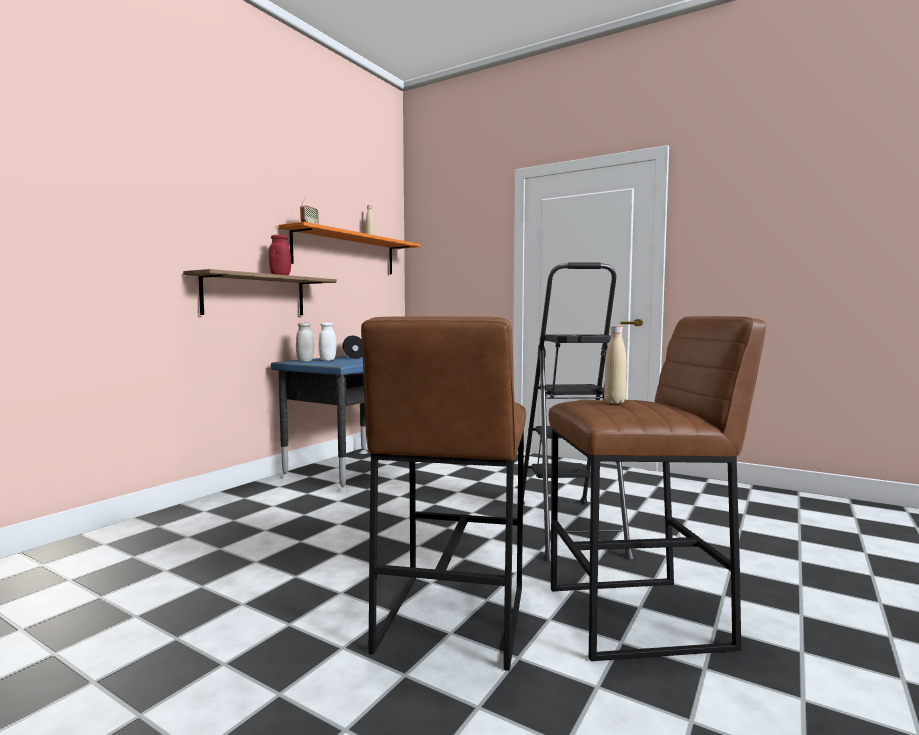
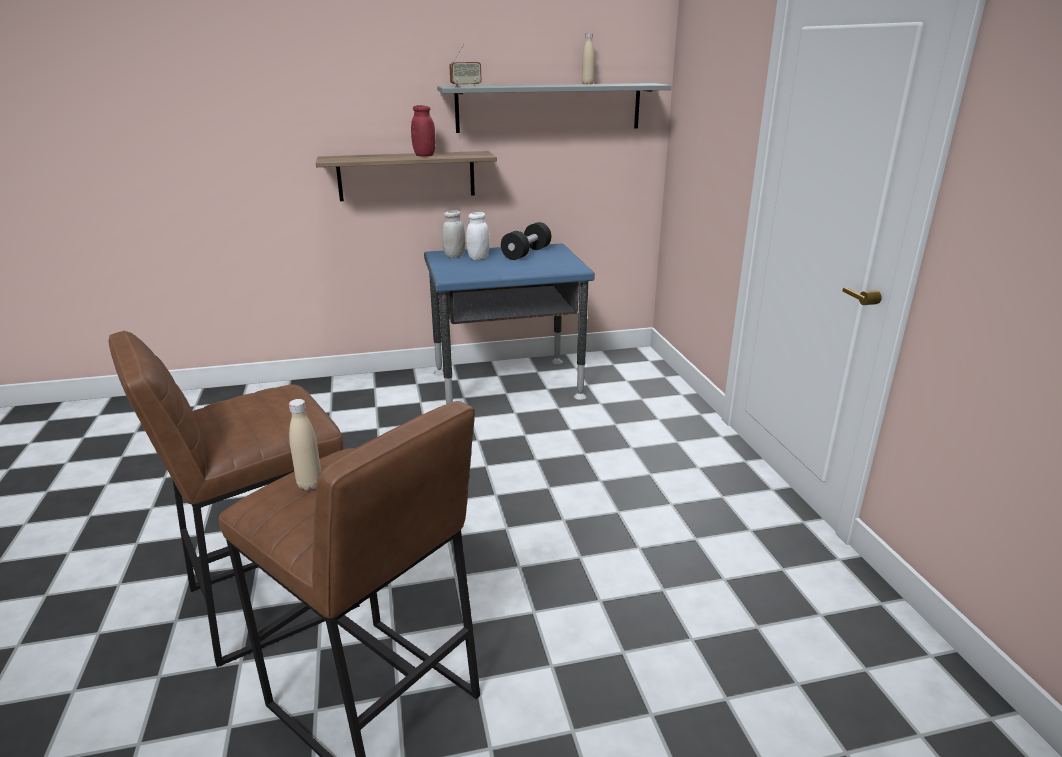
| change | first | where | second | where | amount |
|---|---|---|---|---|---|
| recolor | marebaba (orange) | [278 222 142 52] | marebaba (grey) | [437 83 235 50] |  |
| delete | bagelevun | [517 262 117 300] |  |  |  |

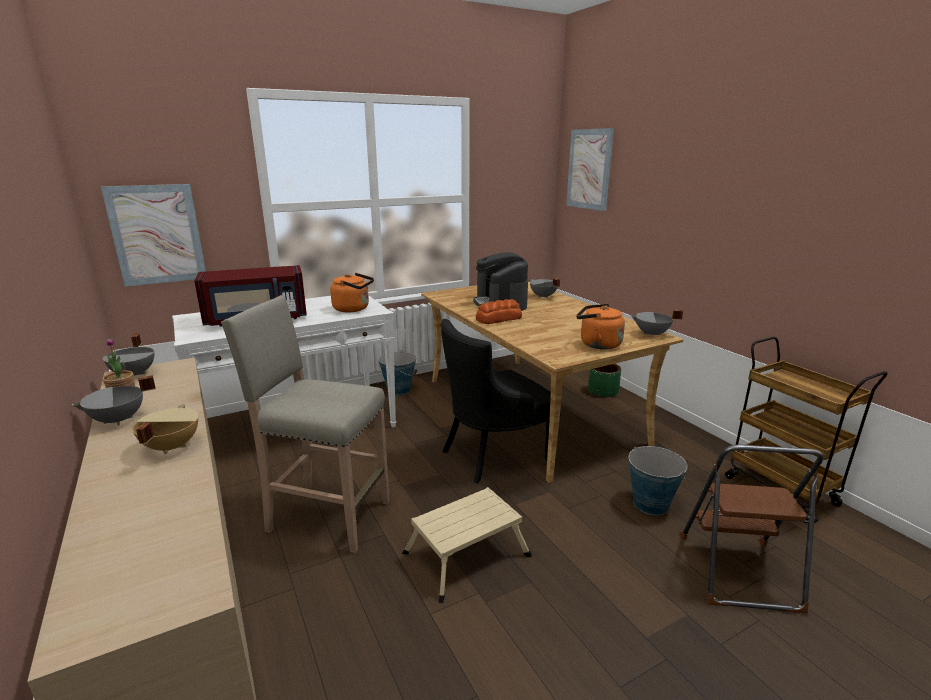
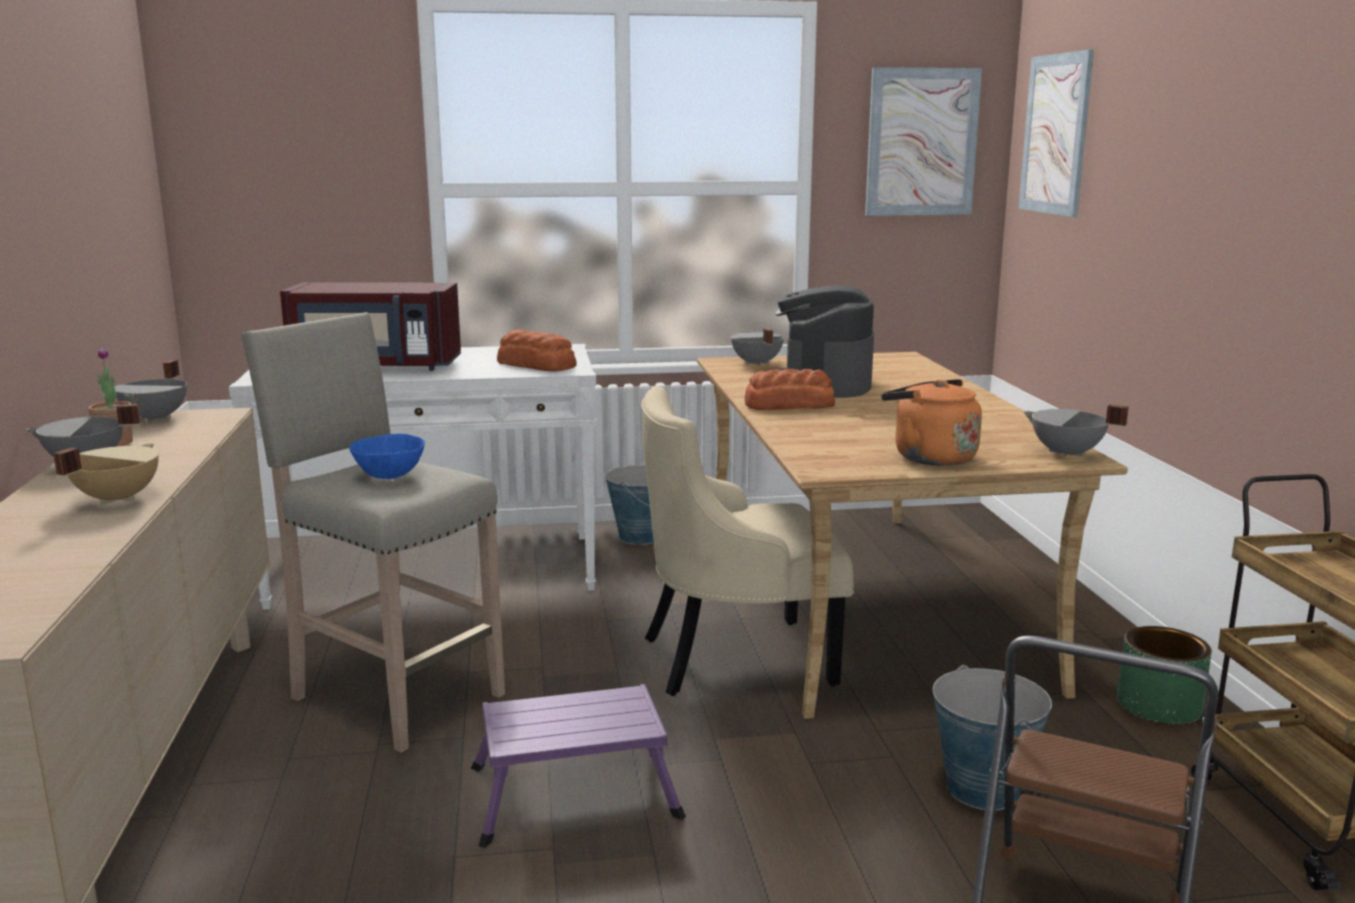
| change | first | where | second | where | amount |
|---|---|---|---|---|---|
| move | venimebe | [101 184 105 102] |  | [865 67 117 149] |  |
| replace | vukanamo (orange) | [330 273 44 39] | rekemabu | [497 330 80 42] |  |
| recolor | bagelevun (beige) | [402 487 130 116] | bagelevun (purple) | [471 684 215 164] |  |
| recolor | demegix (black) | [441 319 120 164] | demegix (beige) | [641 386 213 310] |  |
| move | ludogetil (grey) | [530 278 30 20] |  | [731 328 53 38] |  |
| move | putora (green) | [588 364 33 33] |  | [1117 626 95 99] |  |
| insert |  |  | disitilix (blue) | [349 434 76 45] |  |

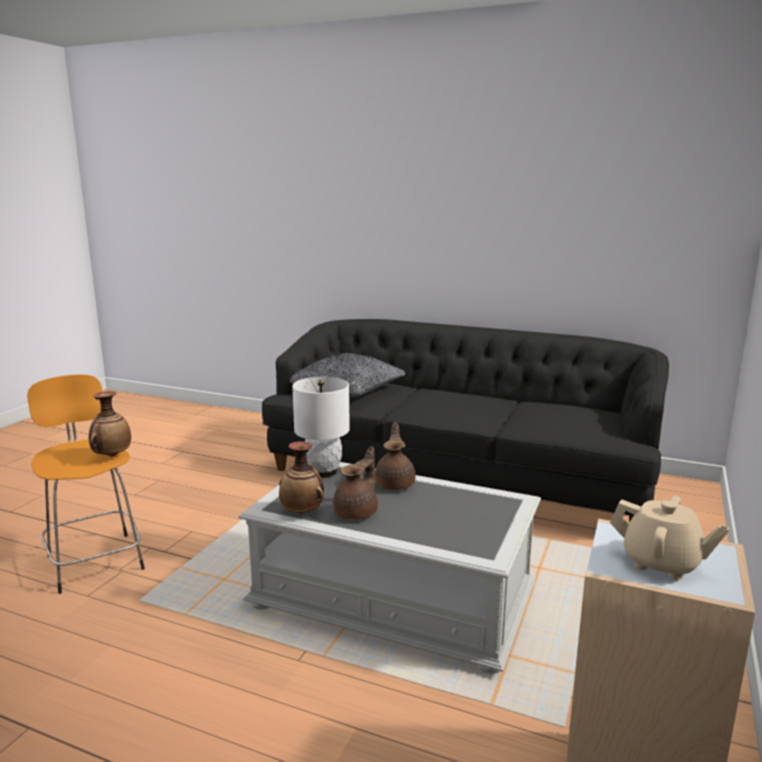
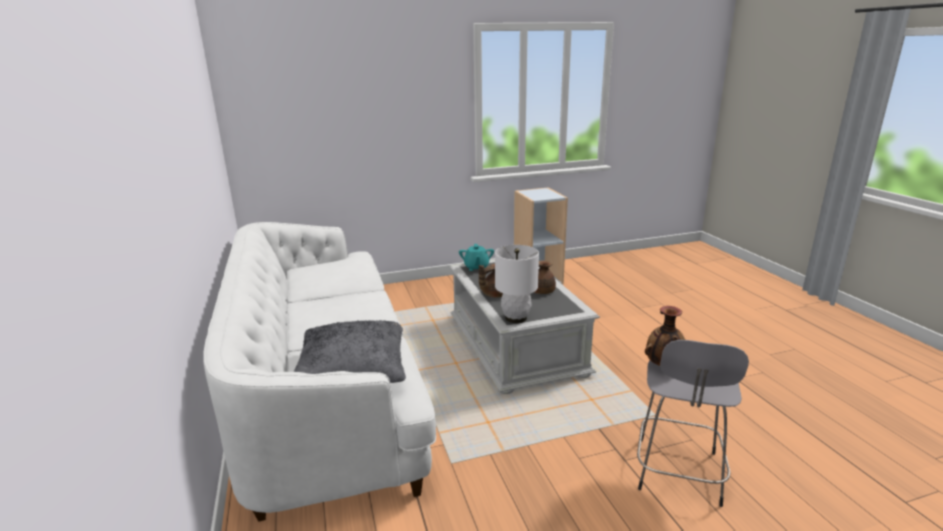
| change | first | where | second | where | amount |
|---|---|---|---|---|---|
| recolor | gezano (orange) | [27 374 118 220] | gezano (grey) | [637 340 112 167] |  |
| recolor | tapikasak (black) | [262 319 407 204] | tapikasak (white) | [203 222 233 300] |  |
| delete | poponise | [279 442 45 72] |  |  |  |
| delete | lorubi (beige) | [610 496 119 84] |  |  |  |
| insert |  |  | lorubi (turquoise) | [459 244 35 27] |  |

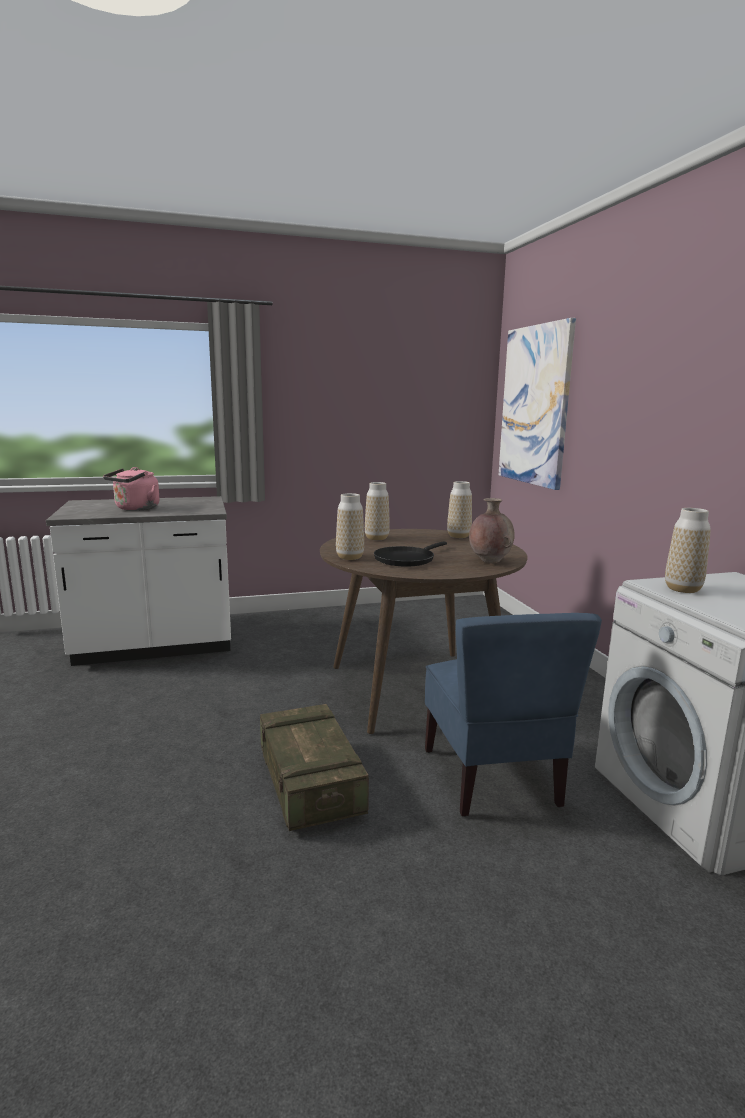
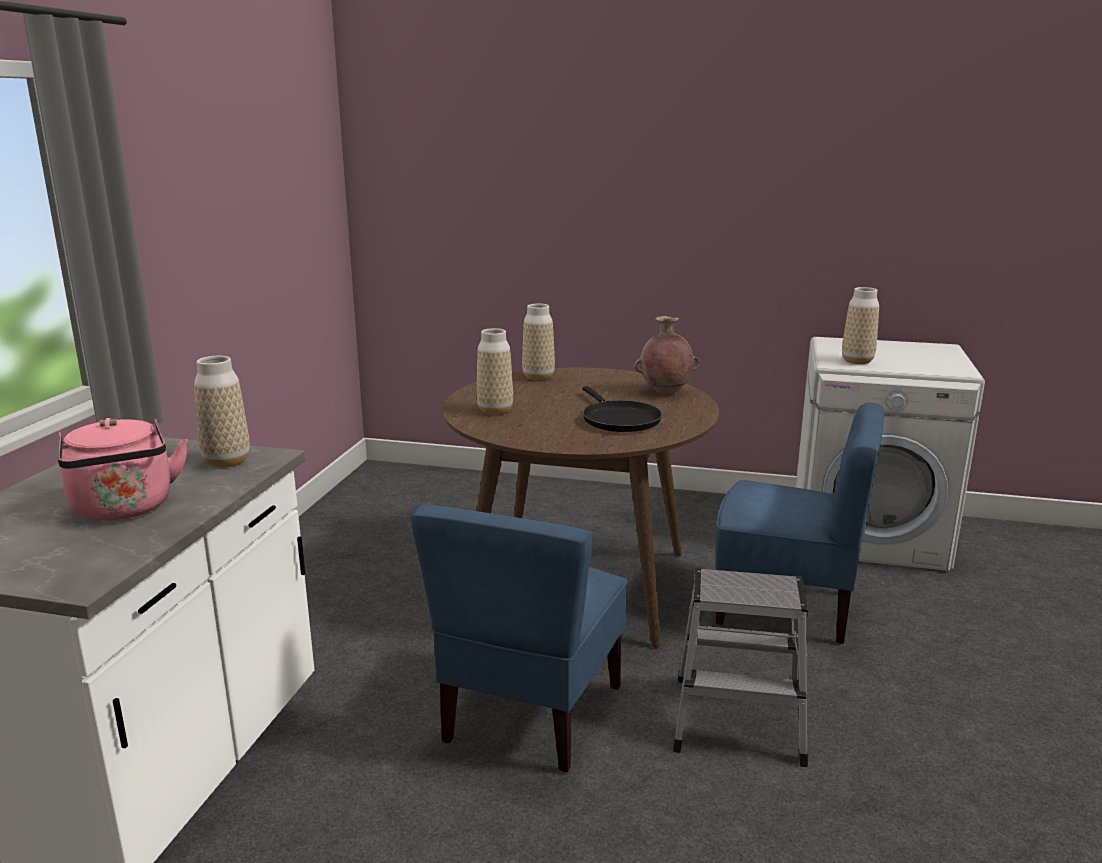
| change | first | where | second | where | amount |
|---|---|---|---|---|---|
| replace | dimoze | [260 704 109 127] | bagelevun (grey) | [673 567 135 200] |  |
| move | poponise | [336 493 28 67] |  | [194 356 56 112] |  |
| delete | venimebe | [498 318 78 172] |  |  |  |
| insert |  |  | demegix (blue) | [411 505 217 267] |  |

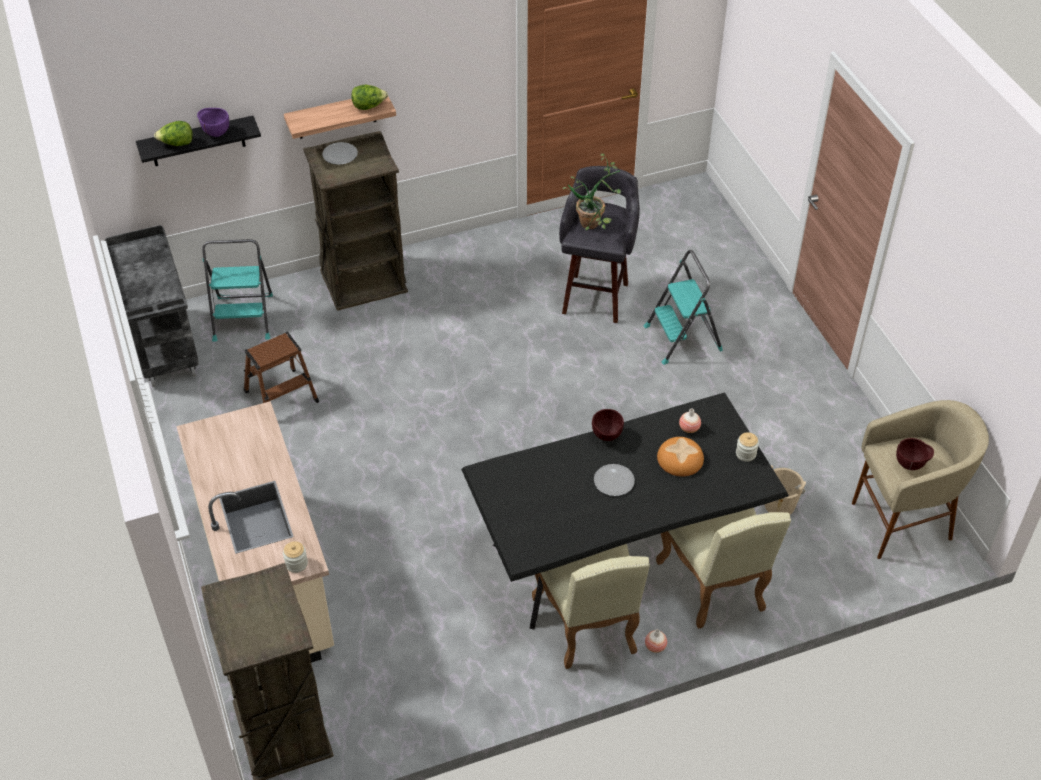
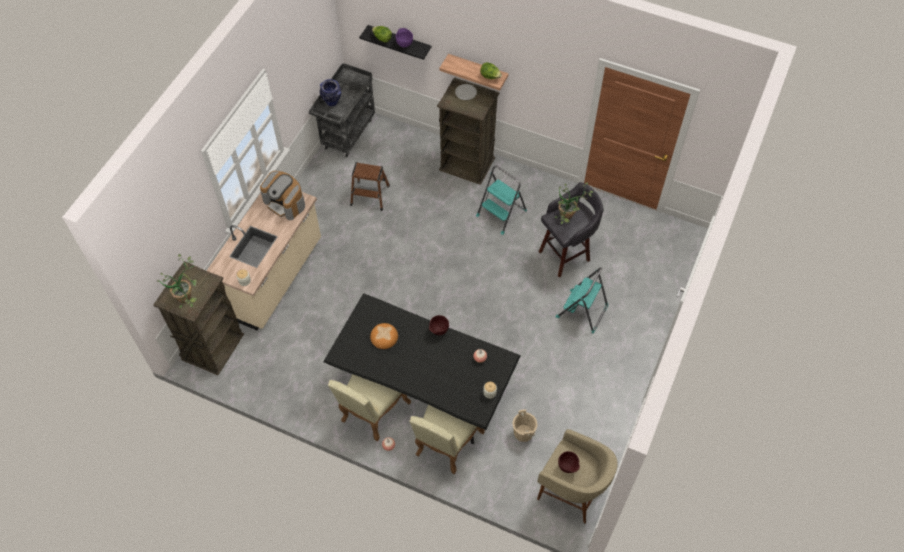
| change | first | where | second | where | amount |
|---|---|---|---|---|---|
| move | bagelevun (turquoise) | [202 239 71 103] |  | [476 166 51 69] |  |
| delete | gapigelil | [594 464 41 32] |  |  |  |
| move | rekemabu | [657 437 47 40] |  | [370 323 28 26] |  |
| insert |  |  | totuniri | [157 254 40 54] |  |
| insert |  |  | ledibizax | [260 171 45 49] |  |
| insert |  |  | poponise | [320 79 21 28] |  |

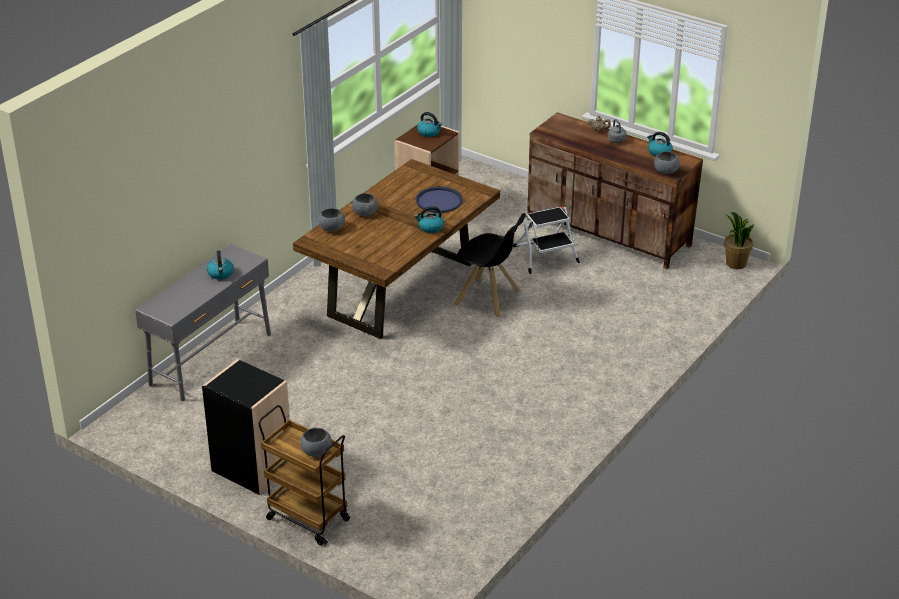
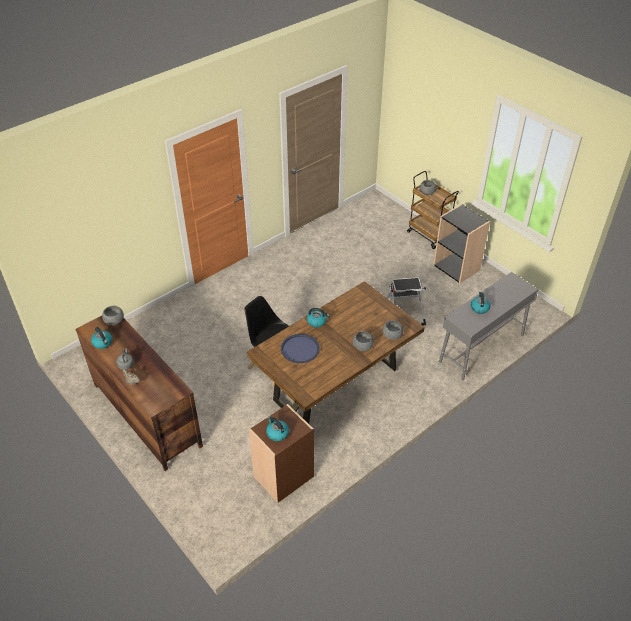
| change | first | where | second | where | amount |
|---|---|---|---|---|---|
| move | bagelevun | [513 205 67 69] |  | [386 277 40 48] |  |
| delete | totuniri | [724 212 30 57] |  |  |  |

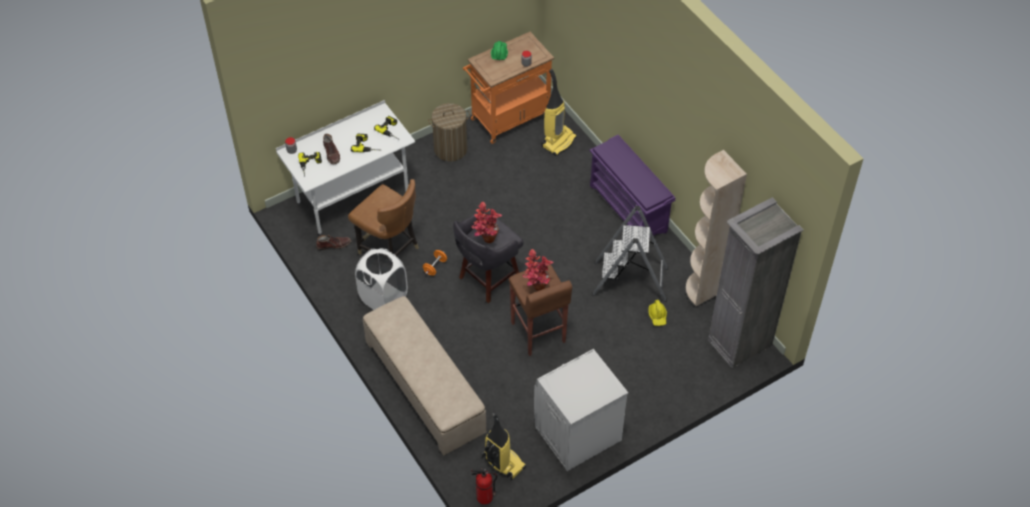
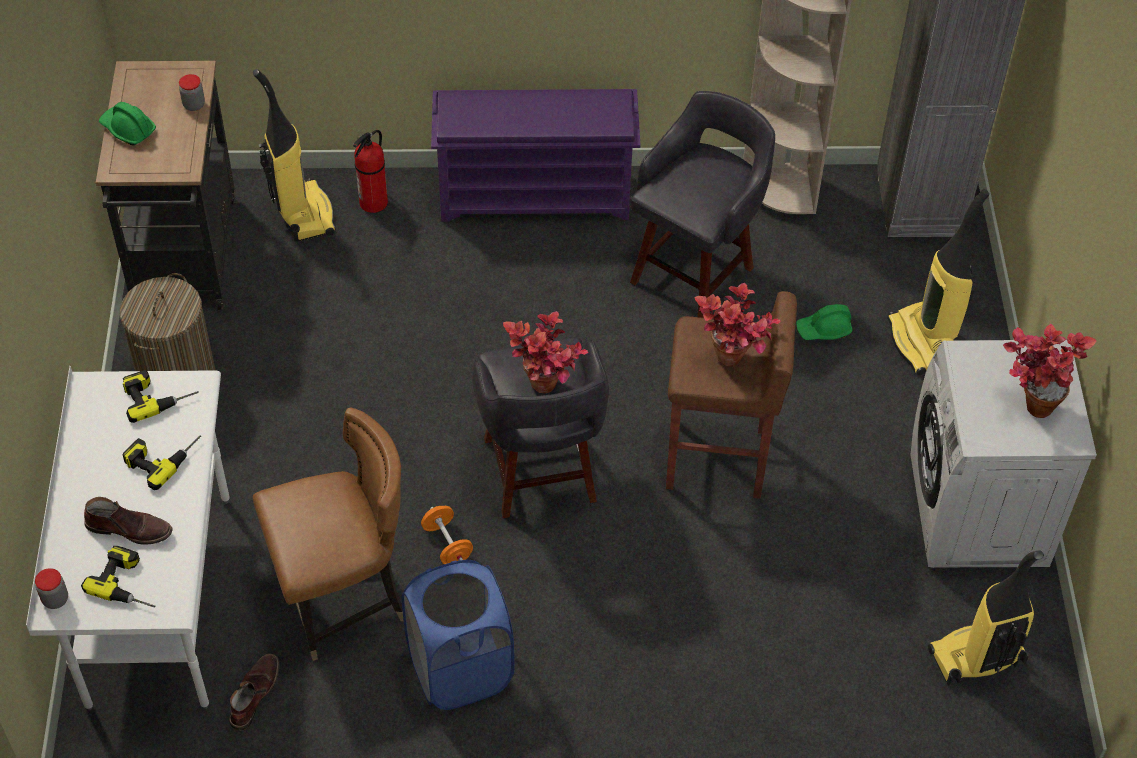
| change | first | where | second | where | amount |
|---|---|---|---|---|---|
| recolor | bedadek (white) | [355 248 53 62] | bedadek (blue) | [402 560 112 150] |  |
| delete | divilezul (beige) | [363 296 124 159] |  |  |  |
| recolor | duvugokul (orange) | [463 32 91 112] | duvugokul (black) | [96 61 140 249] |  |
| move | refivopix | [471 469 26 36] |  | [353 130 35 83] |  |
| replace | bagelevun (grey) | [592 206 76 96] | gezano (grey) | [630 91 145 227] |  |
| delete | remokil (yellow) | [648 300 19 26] |  |  |  |
| insert |  |  | remokil (green) | [796 304 56 36] |  |
| insert |  |  | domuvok | [887 189 102 186] |  |
| insert |  |  | totuniri | [1003 324 93 94] |  |

